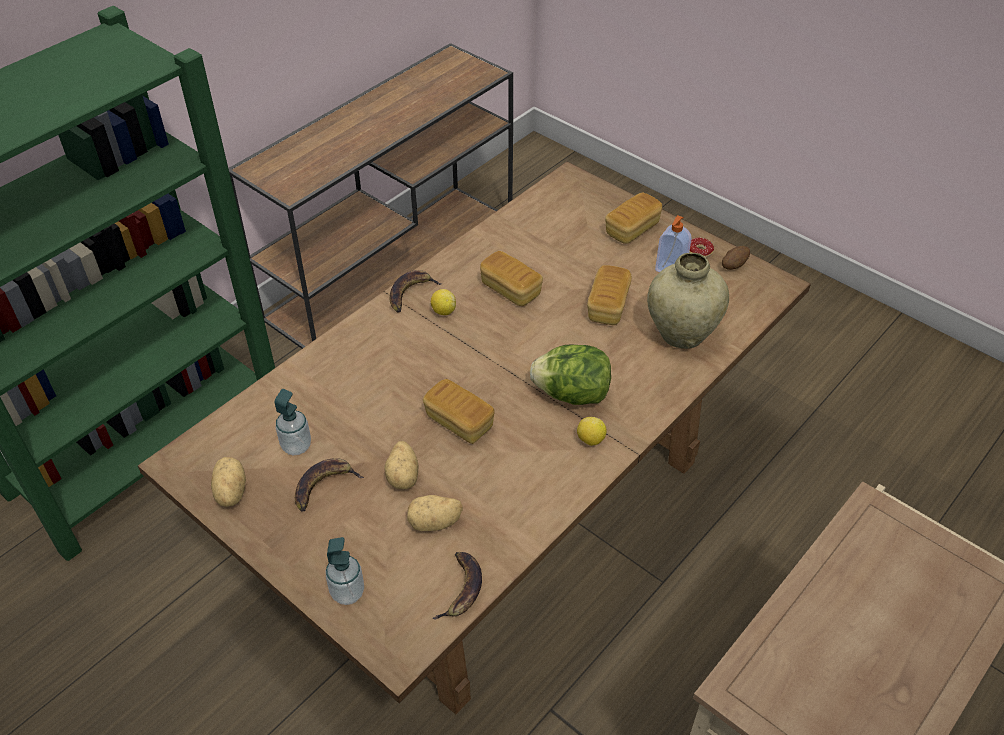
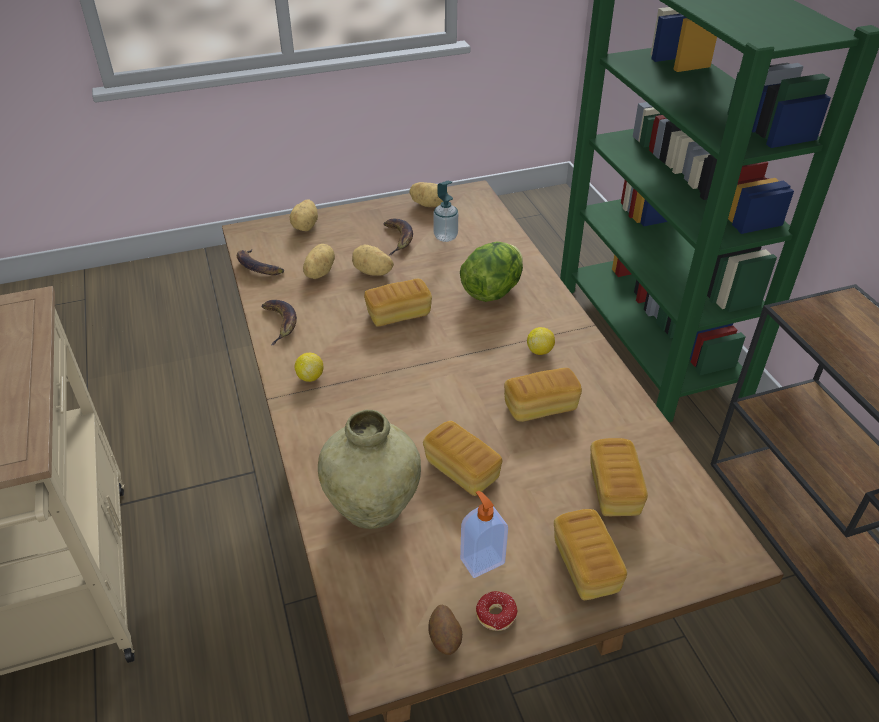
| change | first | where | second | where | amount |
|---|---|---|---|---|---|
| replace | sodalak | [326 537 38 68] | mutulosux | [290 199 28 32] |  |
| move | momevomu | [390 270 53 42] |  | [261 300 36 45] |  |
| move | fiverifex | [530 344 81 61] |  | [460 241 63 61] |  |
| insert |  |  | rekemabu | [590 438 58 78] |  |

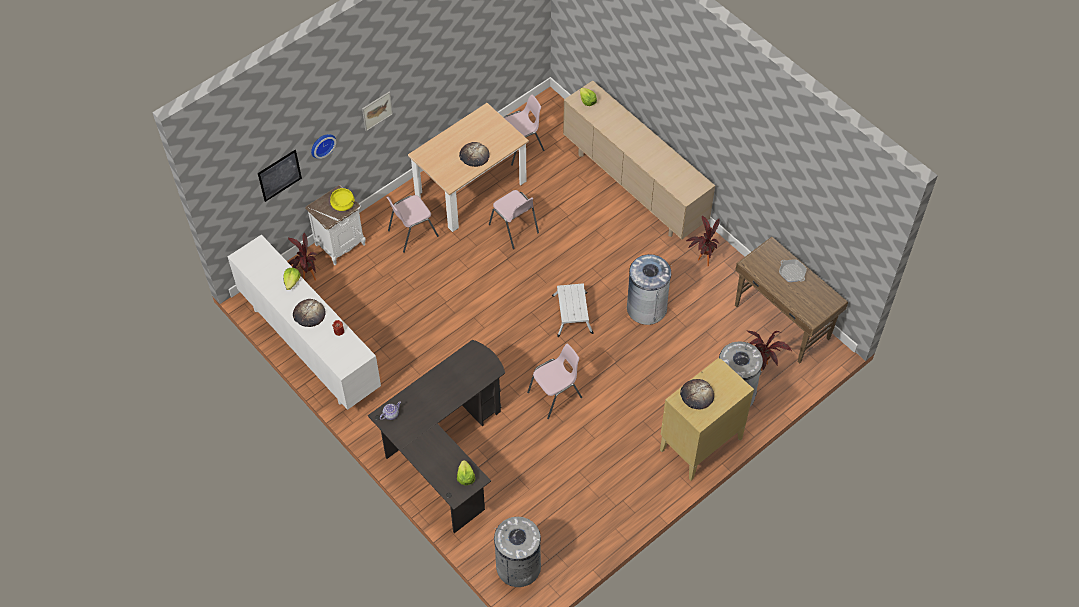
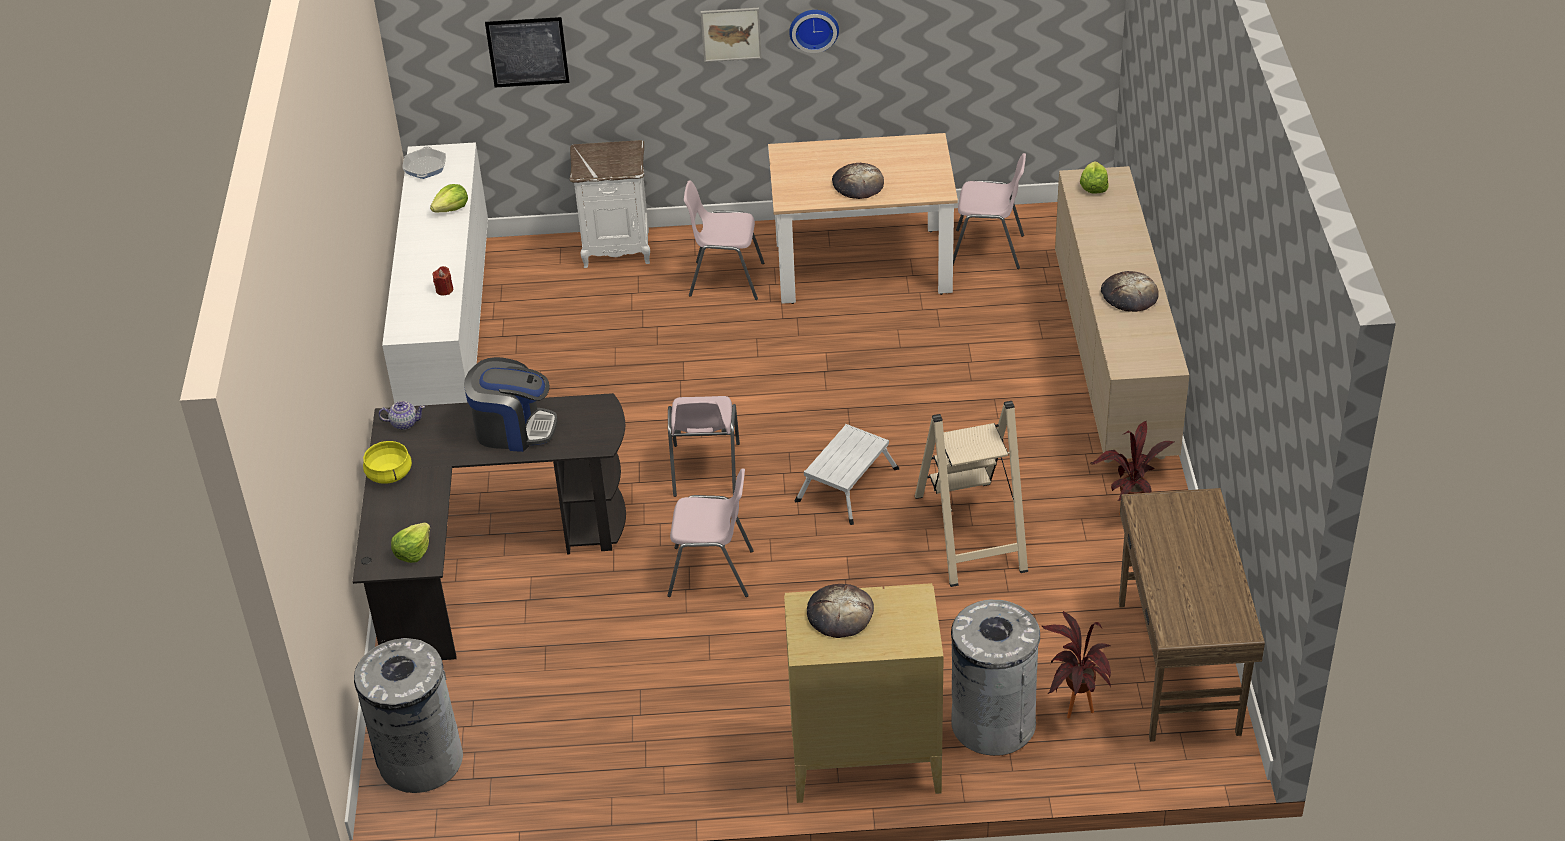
| change | first | where | second | where | amount |
|---|---|---|---|---|---|
| delete | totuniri | [288 232 30 49] |  |  |  |
| move | rekemabu | [293 299 33 28] |  | [1101 271 58 41] |  |
| move | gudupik | [311 134 25 25] |  | [789 10 50 43] |  |
| move | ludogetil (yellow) | [330 188 25 23] |  | [363 440 49 44] |  |
| move | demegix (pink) | [489 190 50 59] |  | [668 396 72 101] |  |
| replace | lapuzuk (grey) | [627 254 45 71] | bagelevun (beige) | [914 401 114 186] |  |
| move | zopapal | [779 259 28 23] |  | [403 146 43 33] |  |
| insert |  |  | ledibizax | [464 357 93 95] |  |

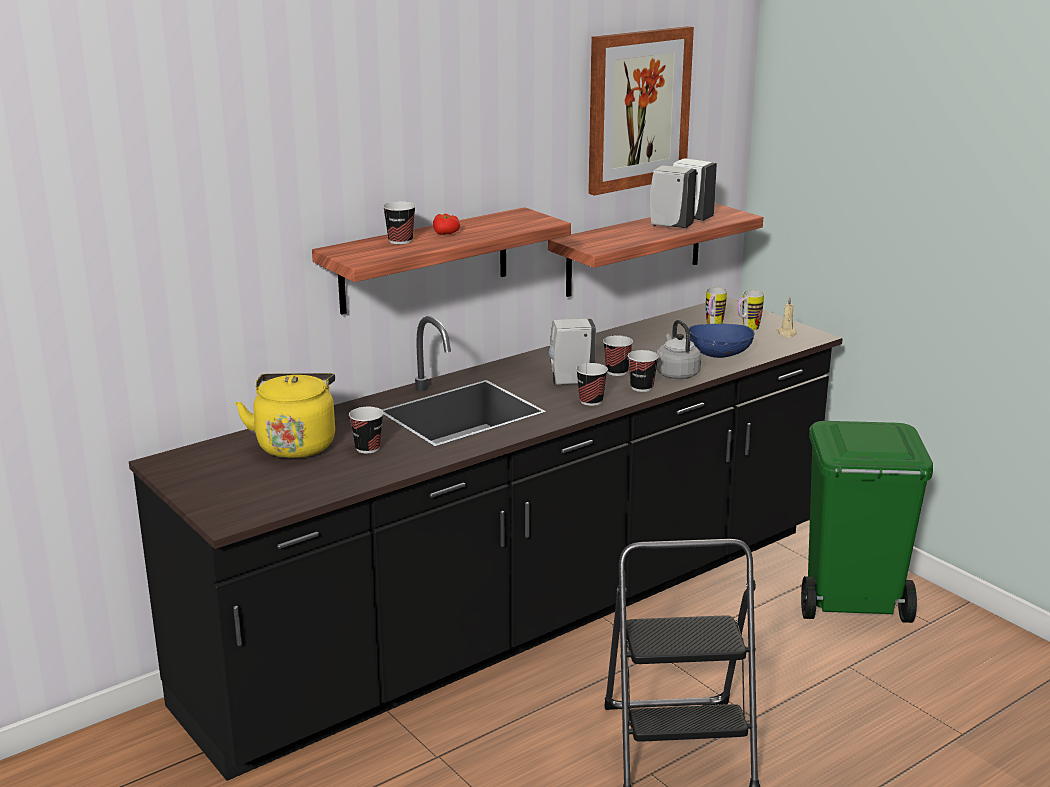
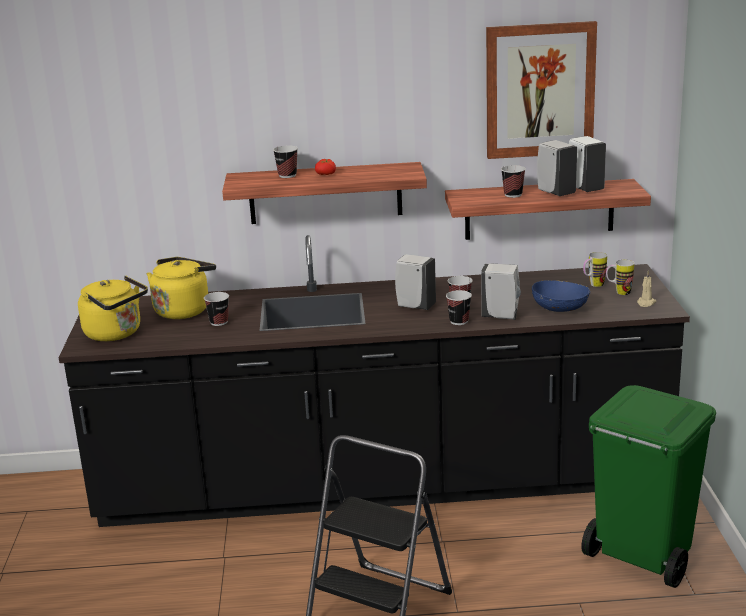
| change | first | where | second | where | amount |
|---|---|---|---|---|---|
| move | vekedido | [576 363 32 43] |  | [501 165 25 33] |  |
| replace | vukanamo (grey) | [656 320 45 59] | sodalak (white) | [481 263 40 57] |  |
| insert |  |  | vukanamo (yellow) | [78 276 70 65] |  |

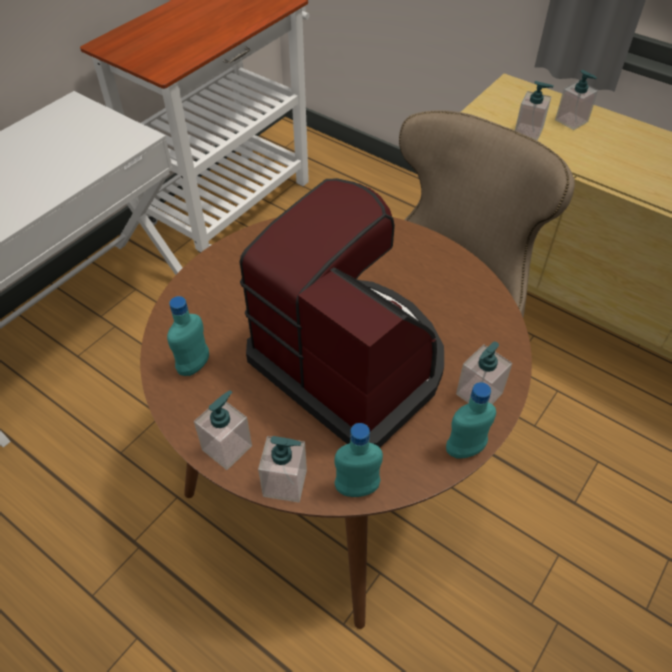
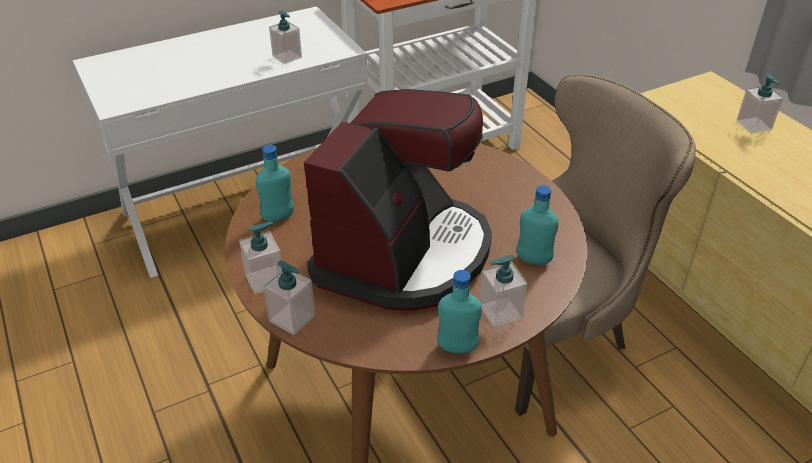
| change | first | where | second | where | amount |
|---|---|---|---|---|---|
| rotate | ledibizax | [240 178 204 270] |  | [304 89 188 222] | 45 degrees clockwise |
| move | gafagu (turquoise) | [335 423 48 74] |  | [517 185 42 80] |  |
| move | sodalak | [515 81 39 59] |  | [269 10 33 54] |  |

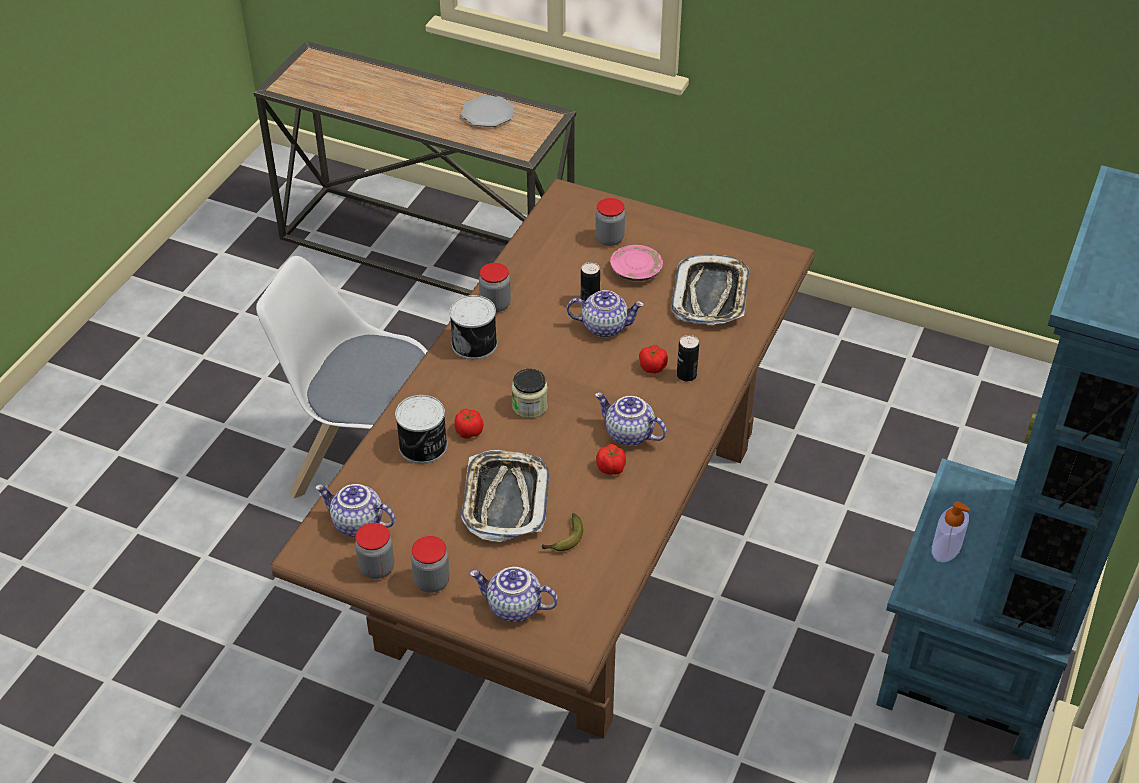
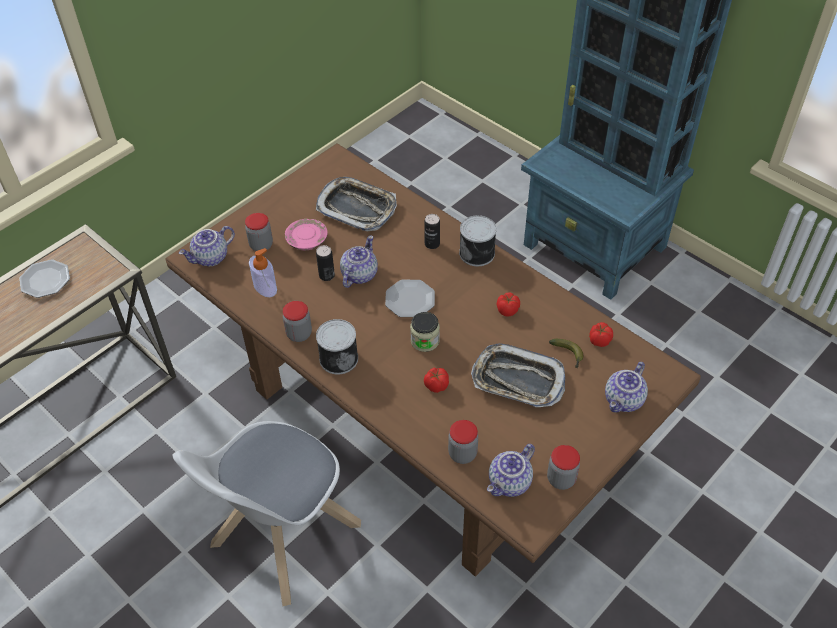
| change | first | where | second | where | amount |
|---|---|---|---|---|---|
| move | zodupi | [395 395 52 69] |  | [459 215 38 51] |  |
| move | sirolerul | [411 536 39 57] |  | [448 420 30 44] |  |
| move | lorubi | [595 392 72 54] |  | [179 226 56 40] |  |
| move | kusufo | [639 345 29 29] |  | [589 322 24 25] |  |
| move | sodalak | [931 501 39 61] |  | [249 248 28 49] |  |
| insert |  |  | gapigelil | [385 280 50 37] |  |

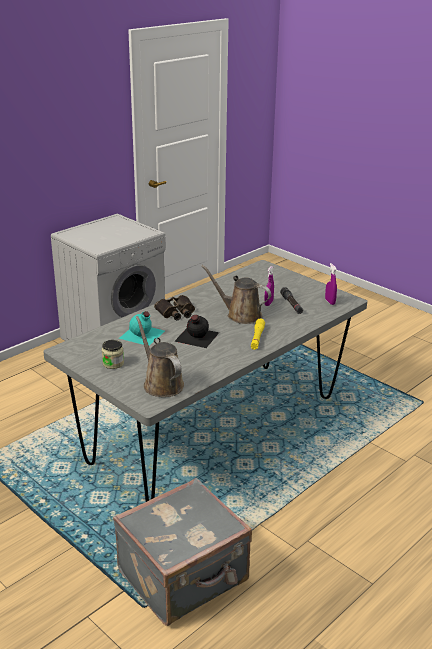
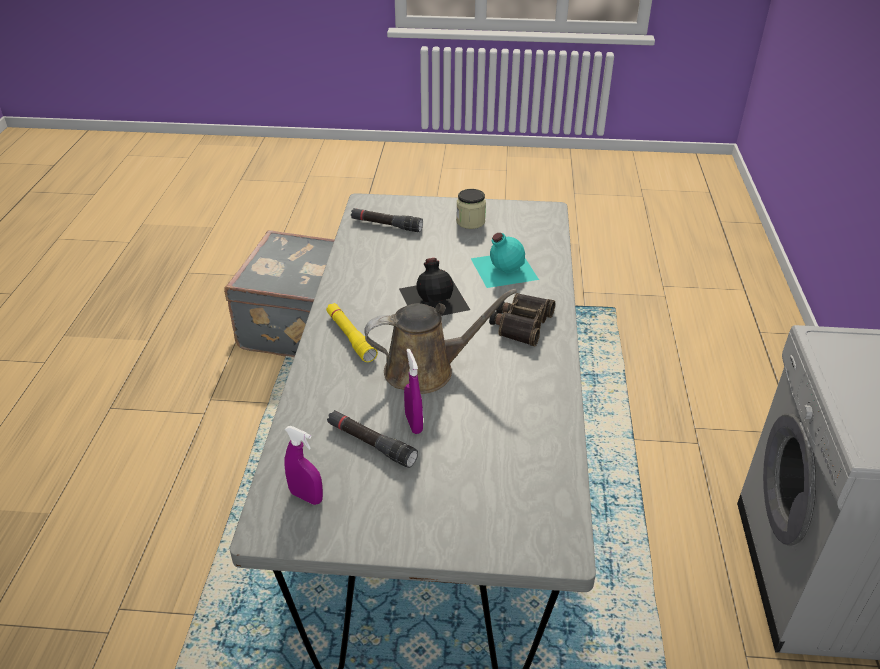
| change | first | where | second | where | amount |
|---|---|---|---|---|---|
| replace | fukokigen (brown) | [136 316 48 81] | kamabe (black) | [351 208 72 24] |  |

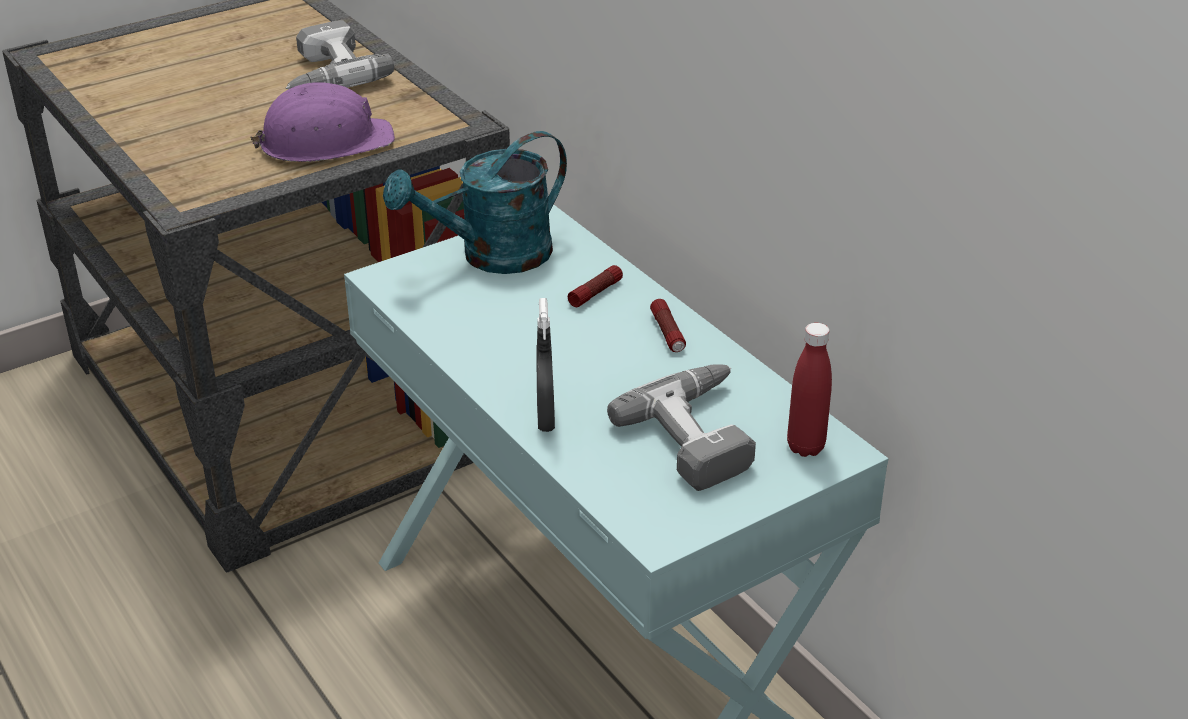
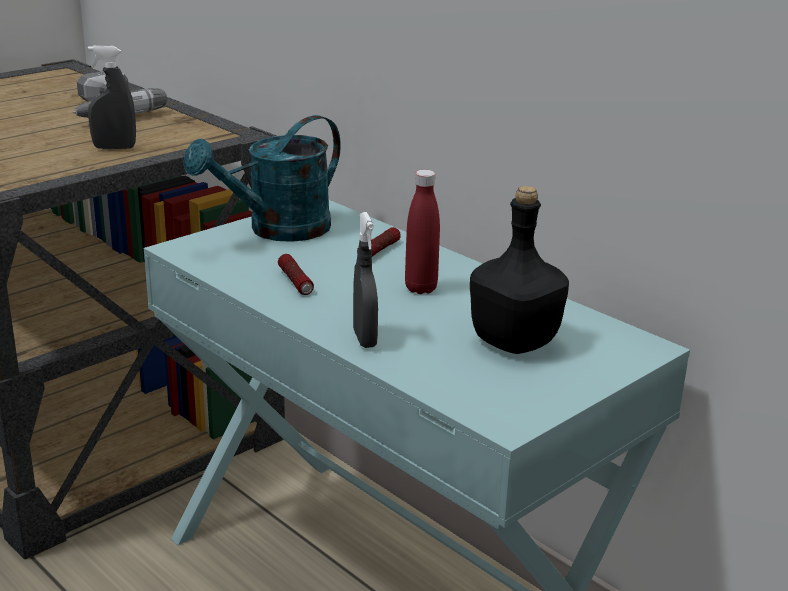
| change | first | where | second | where | amount |
|---|---|---|---|---|---|
| replace | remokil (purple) | [251 82 144 80] | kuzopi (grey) | [88 46 48 103] |  |
| replace | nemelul | [607 364 149 127] | gafagu (black) | [470 186 99 168] |  |
| move | kamabe | [650 299 36 53] |  | [278 254 36 41] |  |
| move | gafagu (red) | [787 323 45 134] |  | [405 170 35 124] |  |

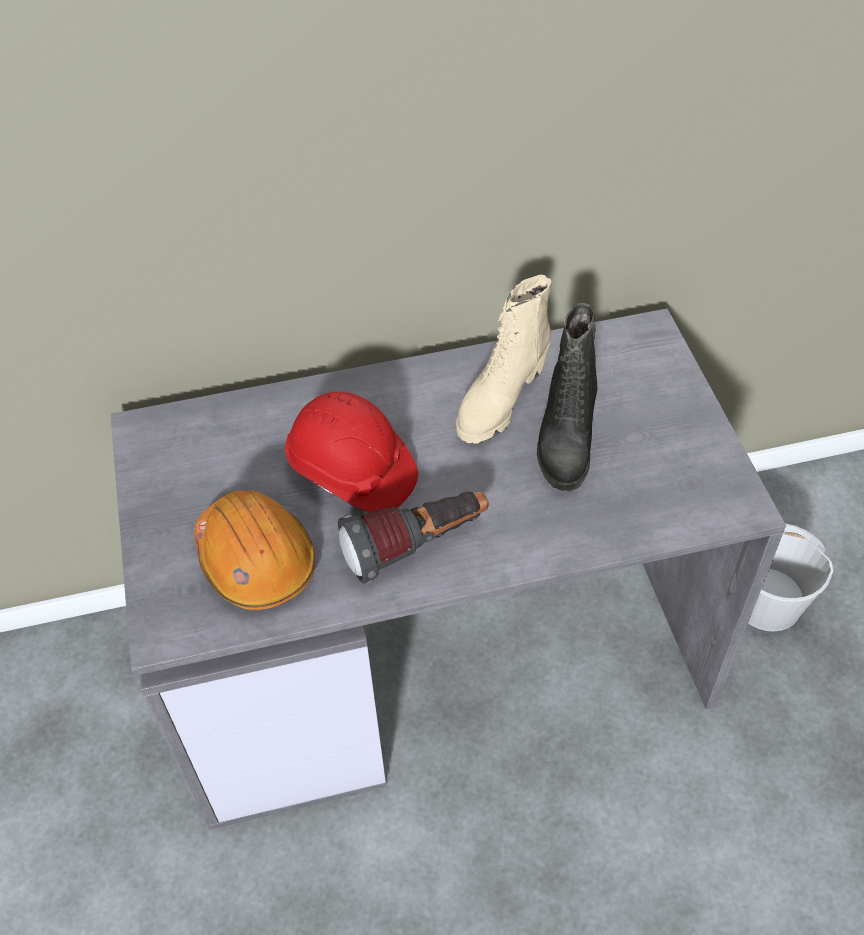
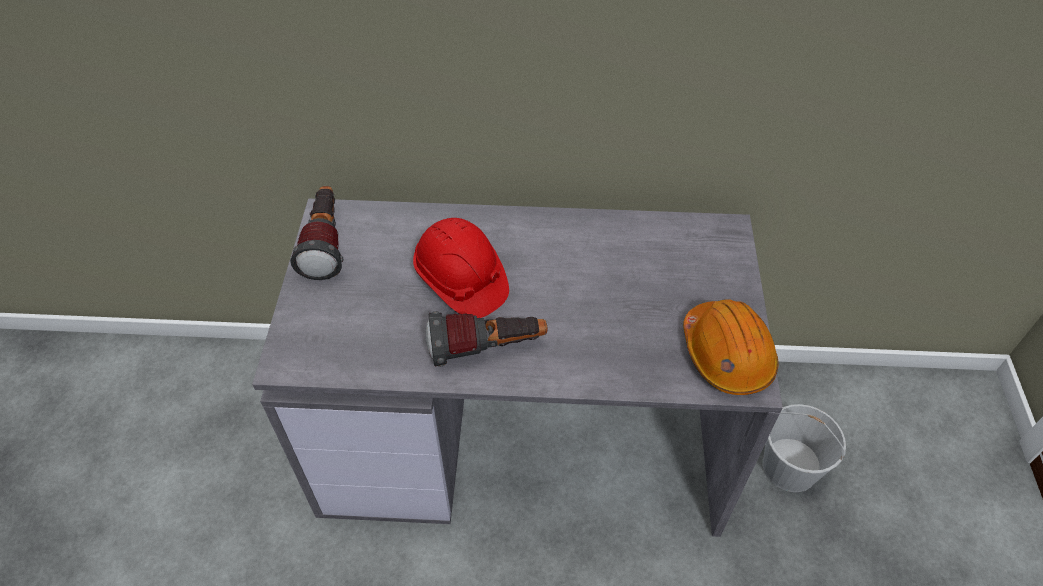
| change | first | where | second | where | amount |
|---|---|---|---|---|---|
| move | remokil (orange) | [194 490 121 120] |  | [683 299 96 96] |  |
| delete | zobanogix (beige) | [456 274 95 170] |  |  |  |
| delete | zobanogix (black) | [537 303 60 188] |  |  |  |
| insert |  |  | kamabe | [290 186 53 94] |  |

